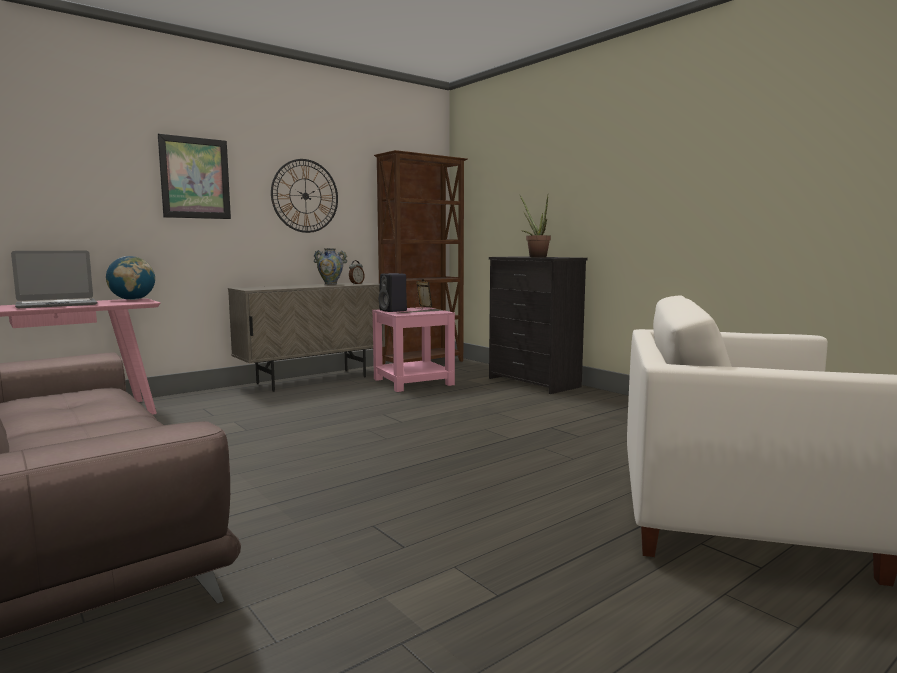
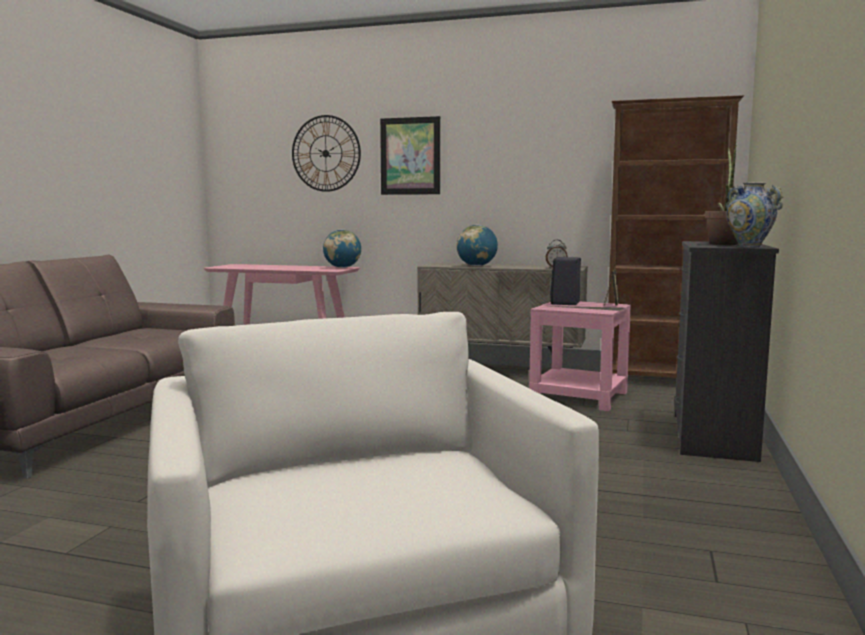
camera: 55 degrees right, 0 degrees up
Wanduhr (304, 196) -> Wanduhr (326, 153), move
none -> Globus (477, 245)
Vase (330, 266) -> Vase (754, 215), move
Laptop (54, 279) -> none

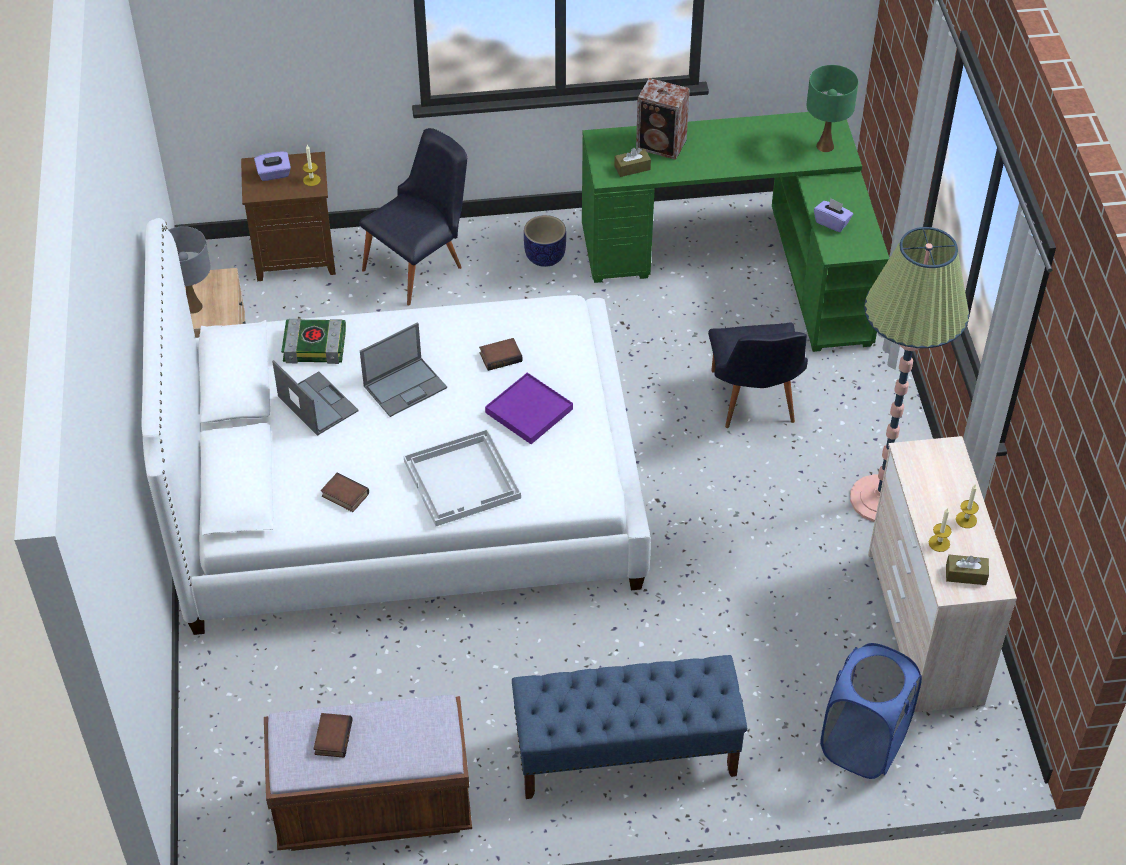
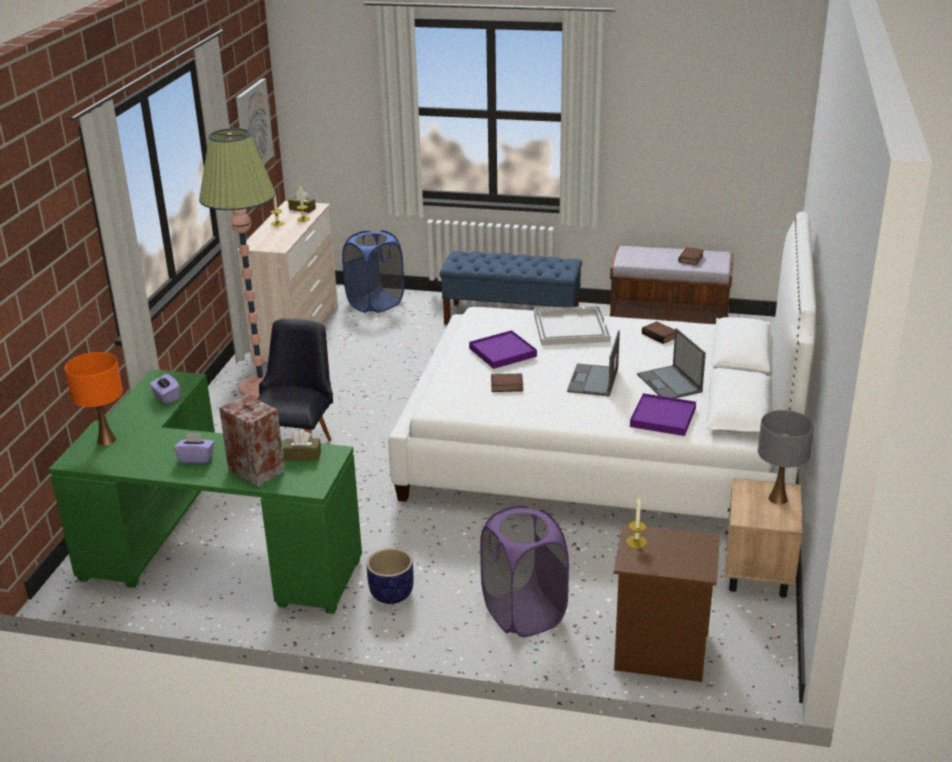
camera: 160 degrees left, 20 degrees down
Tischlampe [grün] (832, 108) -> Tischlampe [orange] (94, 399)
Taschentuchbox [lila] (272, 166) -> Taschentuchbox [lila] (194, 447), move
none -> Bild (255, 121)
Stuhl [schwarz] (413, 217) -> Wäschekorb [lila] (524, 571)
Laptop (403, 369) -> Laptop (593, 363), 60 degrees counterclockwise
Buch (313, 341) -> Tablett [lila] (663, 414)

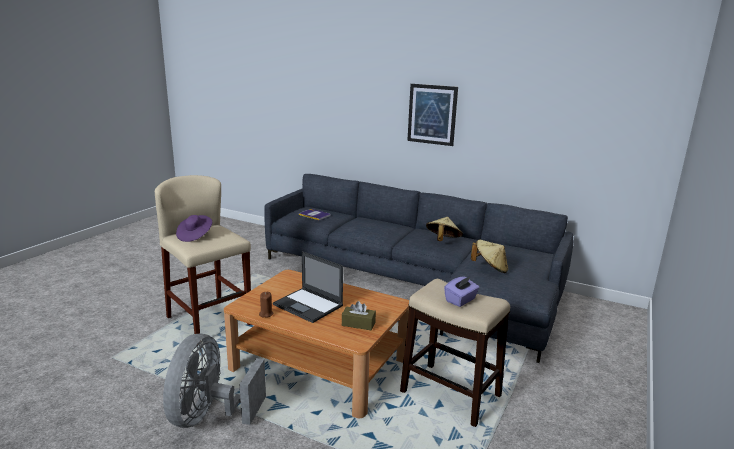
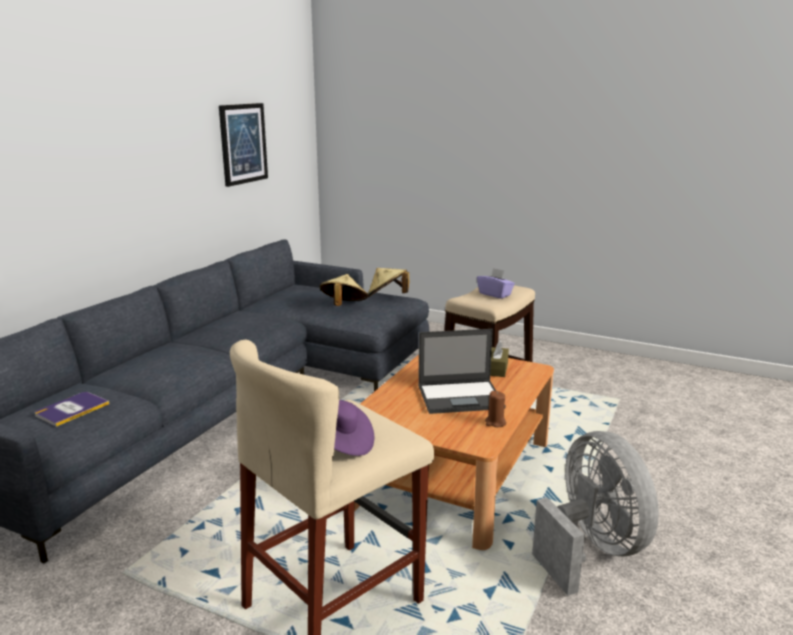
camera: 90 degrees left, 0 degrees up
Bild (432, 115) -> Bild (243, 145), move
Hut [beige] (444, 229) -> Hut [beige] (388, 282), move
Laptop (308, 287) -> Laptop (462, 371), 45 degrees clockwise
Ventilator [grau] (214, 381) -> Ventilator [grau] (595, 513), 120 degrees counterclockwise

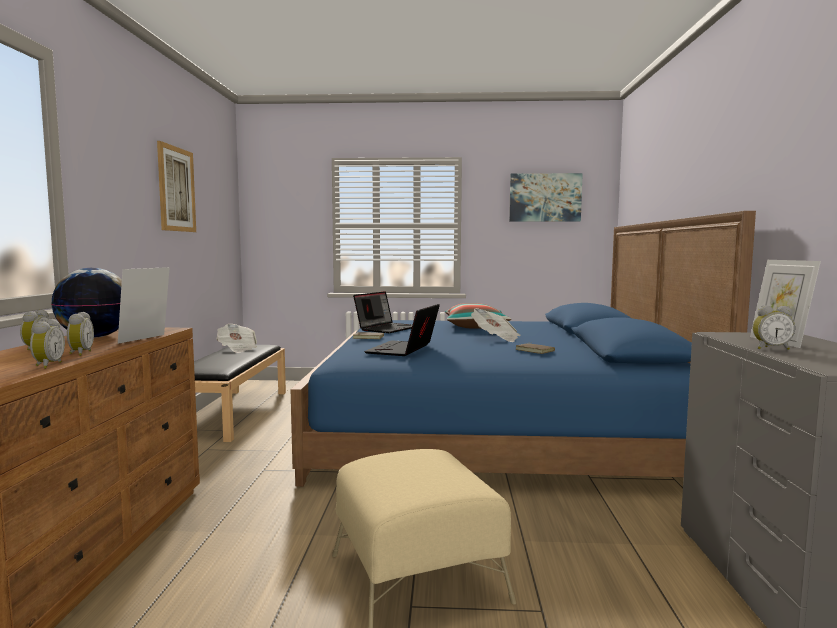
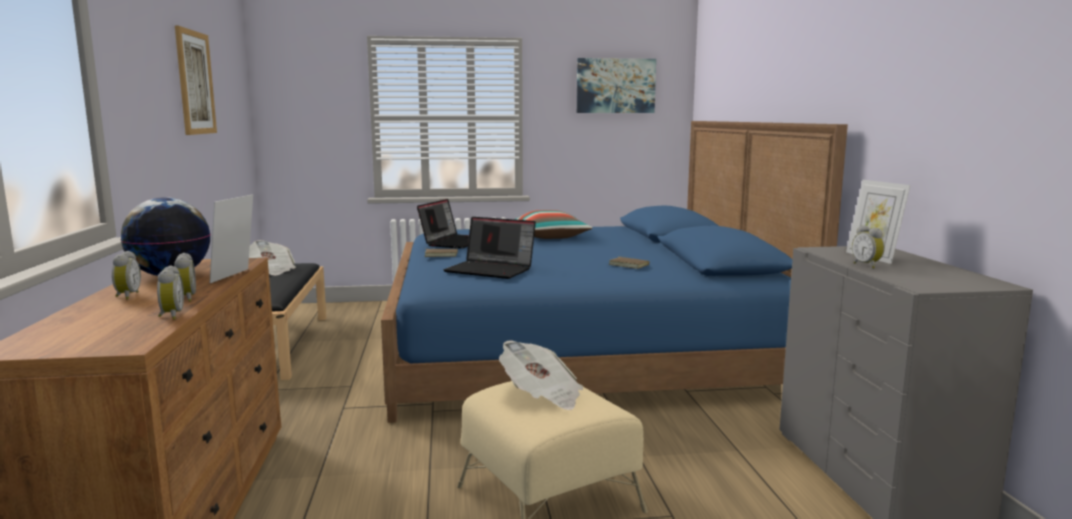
camera: 10 degrees left, 5 degrees up
Laptop (402, 330) -> Laptop (489, 248), 75 degrees counterclockwise
Zeitung (495, 325) -> Zeitung (541, 375), move
Wecker (774, 327) -> Wecker (868, 247), 75 degrees clockwise

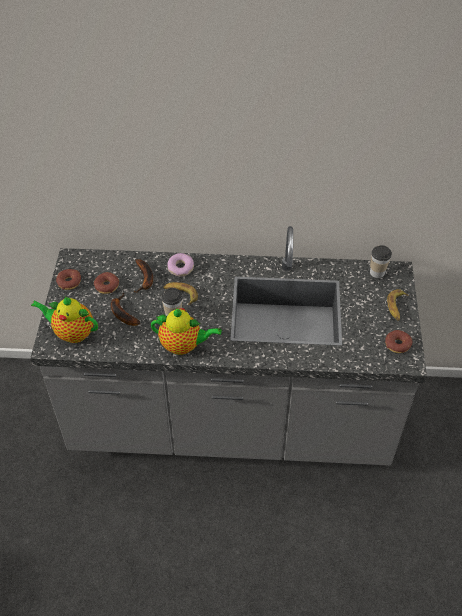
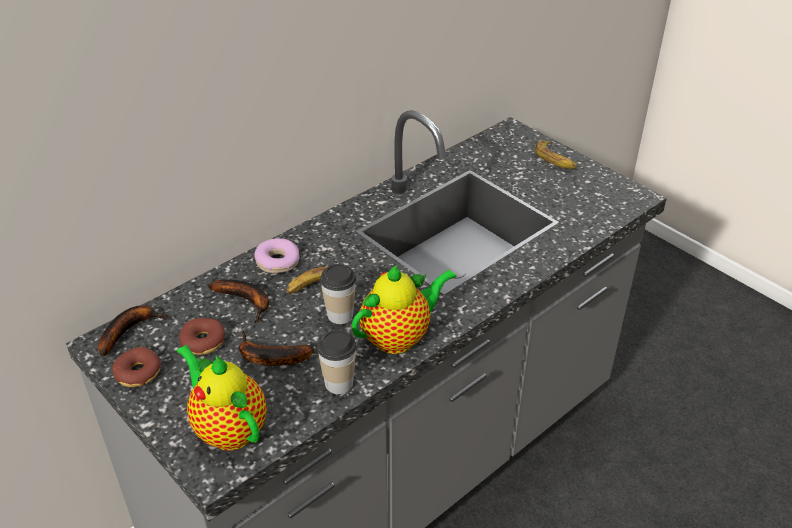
camera: 45 degrees left, 10 degrees down
none -> Banane (133, 330)
Teekanne (64, 320) -> Teekanne (221, 397), 75 degrees clockwise
Tasse (381, 261) -> Tasse (336, 362), move
Donut (398, 341) -> none

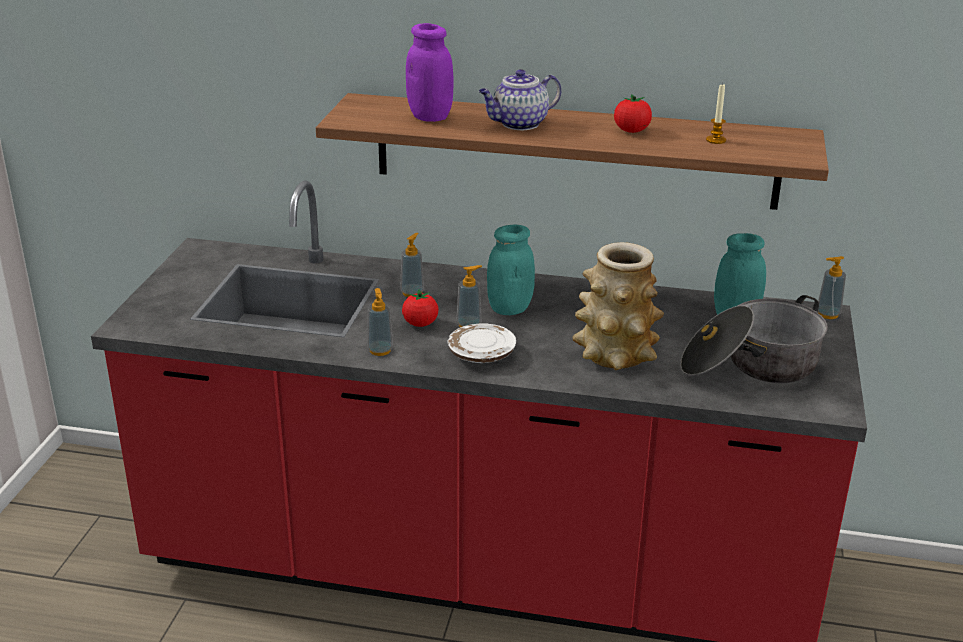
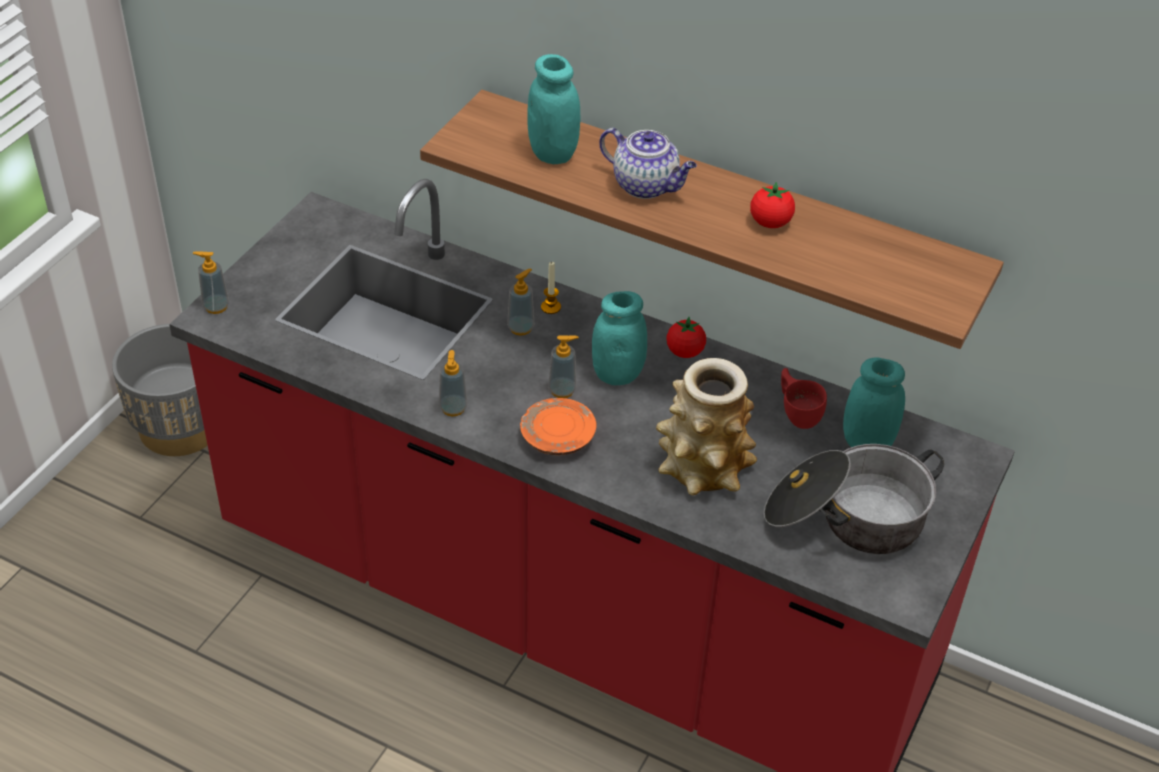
camera: 15 degrees right, 15 degrees up
none -> Pflanzkübel [grau] (160, 390)
Seifenspender (832, 287) -> Seifenspender (211, 282), move
Teller [weiß] (481, 343) -> Teller [orange] (558, 426)
Vorratsglas [lila] (429, 72) -> Vorratsglas [türkis] (553, 109)
Kerze (716, 113) -> Kerze (551, 288), move
Teekanne (520, 100) -> Teekanne (648, 163), 135 degrees counterclockwise
Tomate (420, 308) -> Tomate (686, 337), move
none -> Tasse [rot] (804, 398)

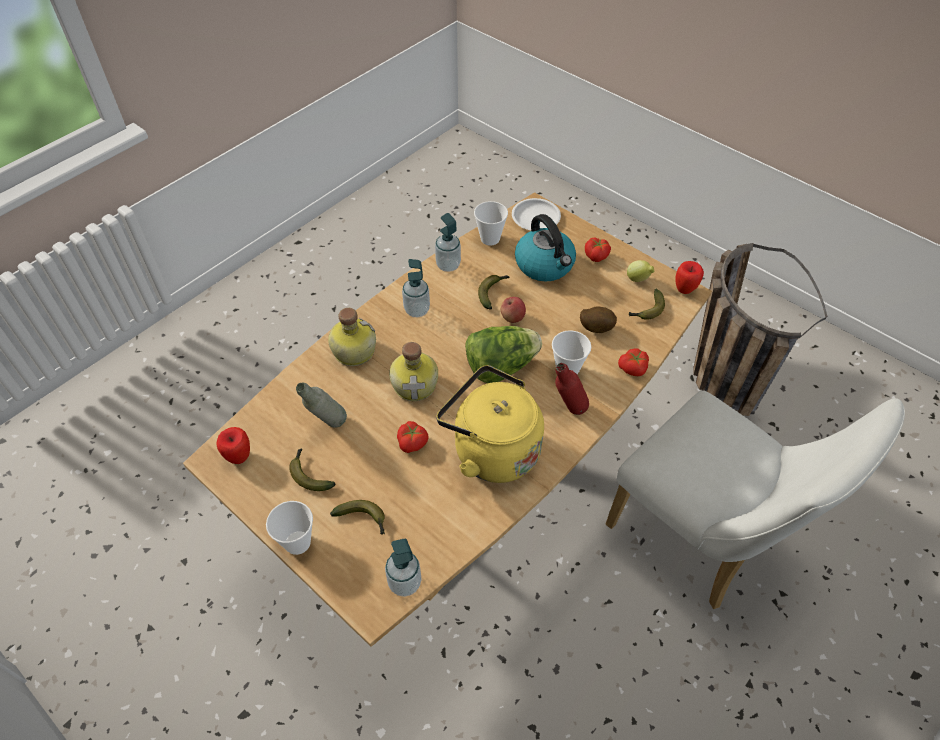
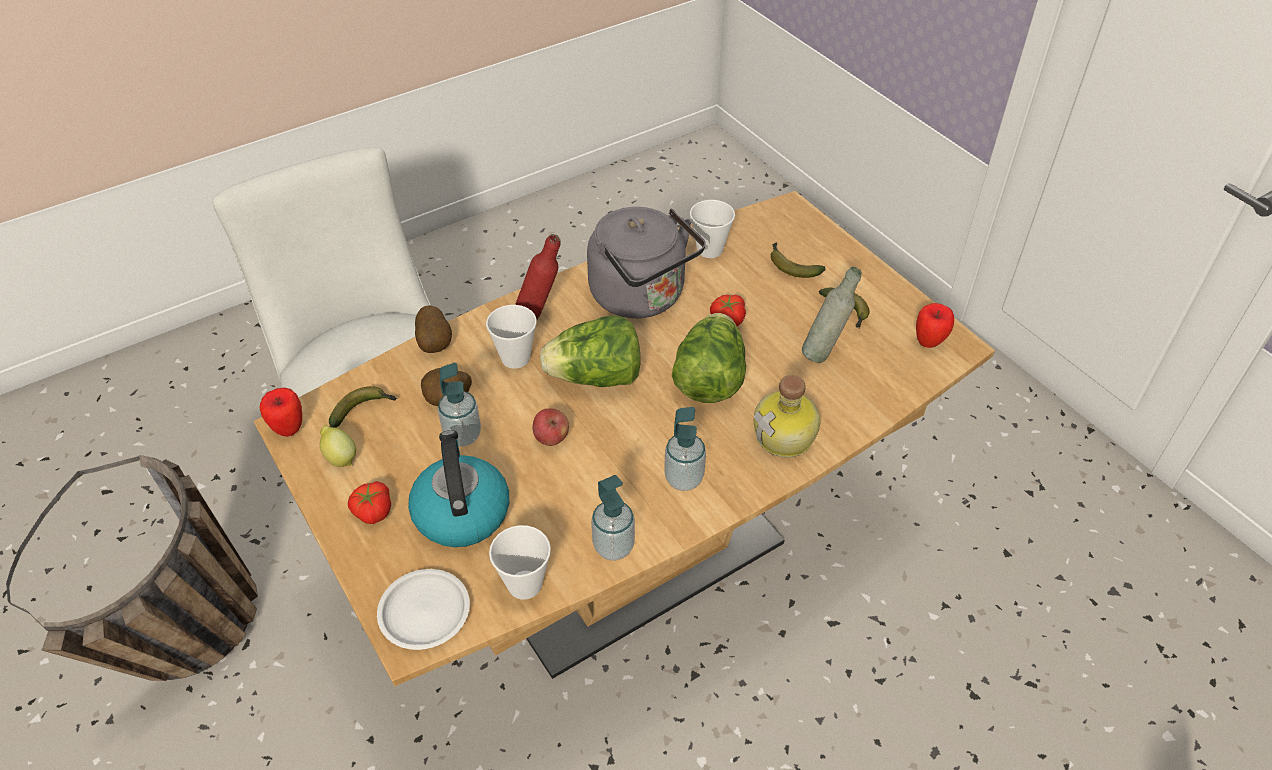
camera: 165 degrees left, 5 degrees down
Tomate (633, 362) -> Kartoffel (433, 329)
Seifenspender (403, 568) -> Seifenspender (459, 405), move
Wasserkessel [gelb] (490, 424) -> Wasserkessel [grau] (646, 262)
Flasche (413, 371) -> Salatkopf (709, 358)
Tasse (289, 528) -> Tasse (712, 229), move
Banane (493, 292) -> none

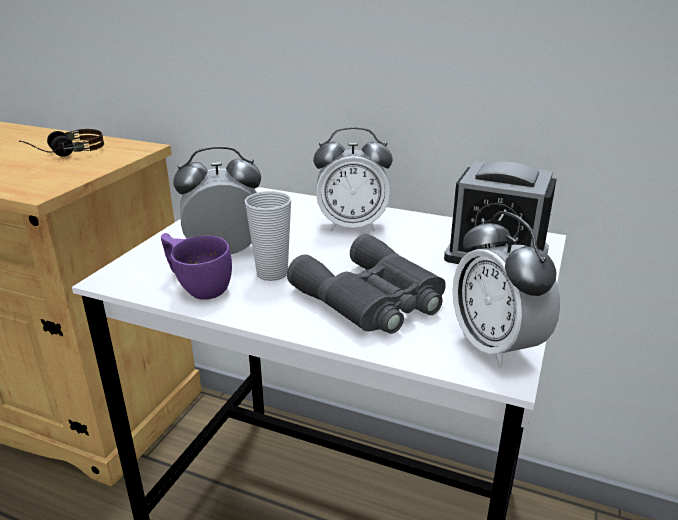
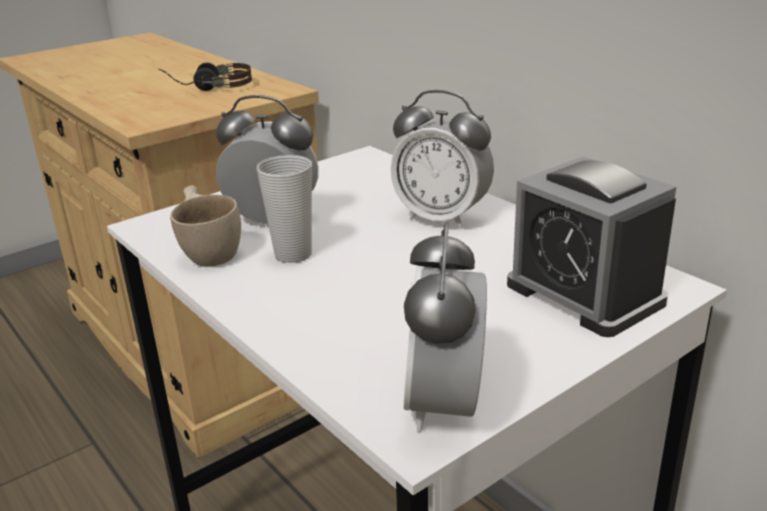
camera: 30 degrees right, 0 degrees up
Tasse [lila] (196, 266) -> Tasse [beige] (205, 226)
Fernglas [grau] (366, 284) -> none

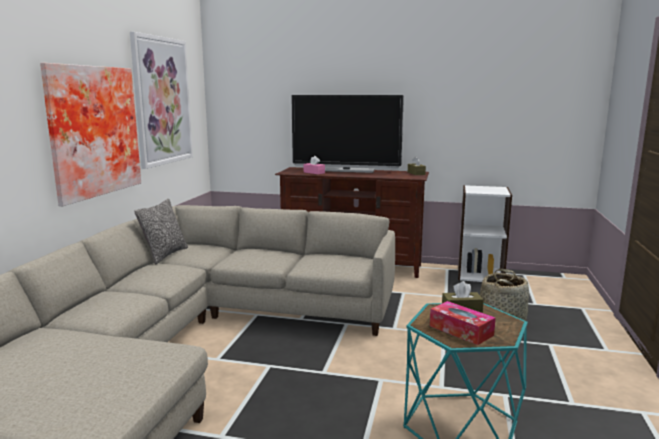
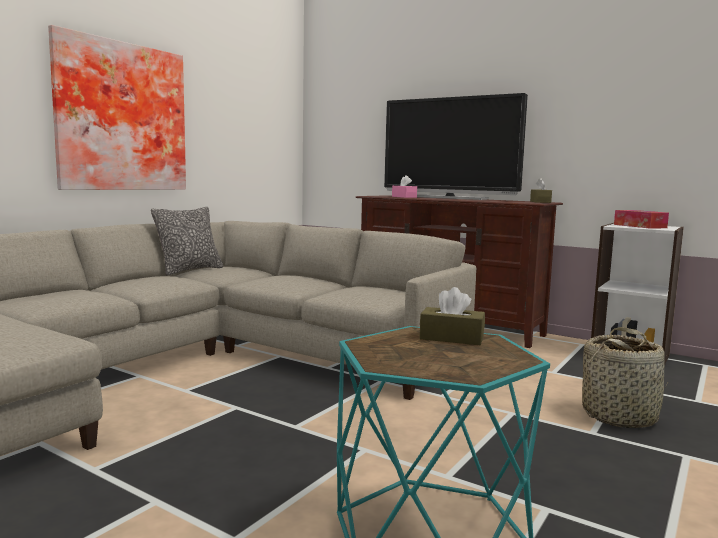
camera: 20 degrees right, 5 degrees down
Taschentuchbox (463, 323) -> Taschentuchbox (641, 219), move
Bild (161, 100) -> none

